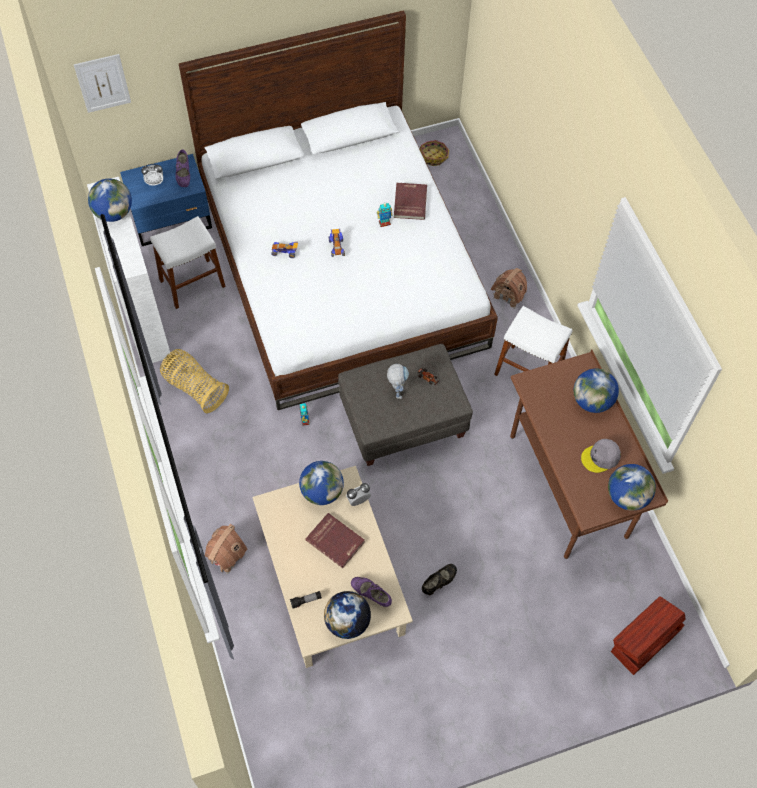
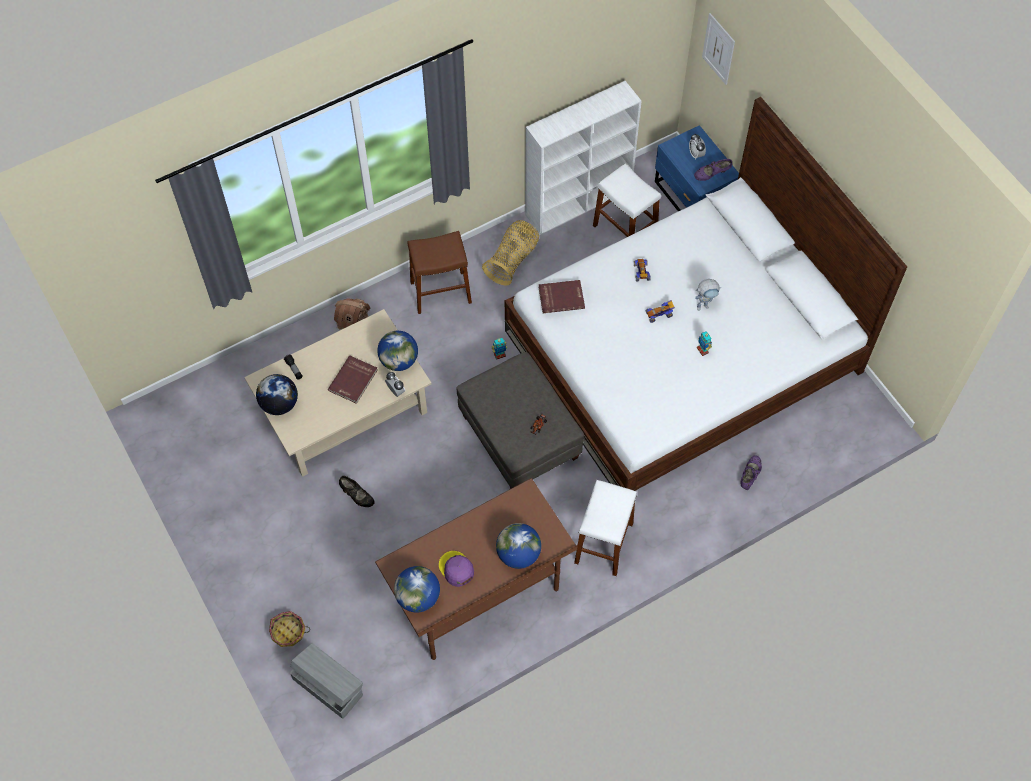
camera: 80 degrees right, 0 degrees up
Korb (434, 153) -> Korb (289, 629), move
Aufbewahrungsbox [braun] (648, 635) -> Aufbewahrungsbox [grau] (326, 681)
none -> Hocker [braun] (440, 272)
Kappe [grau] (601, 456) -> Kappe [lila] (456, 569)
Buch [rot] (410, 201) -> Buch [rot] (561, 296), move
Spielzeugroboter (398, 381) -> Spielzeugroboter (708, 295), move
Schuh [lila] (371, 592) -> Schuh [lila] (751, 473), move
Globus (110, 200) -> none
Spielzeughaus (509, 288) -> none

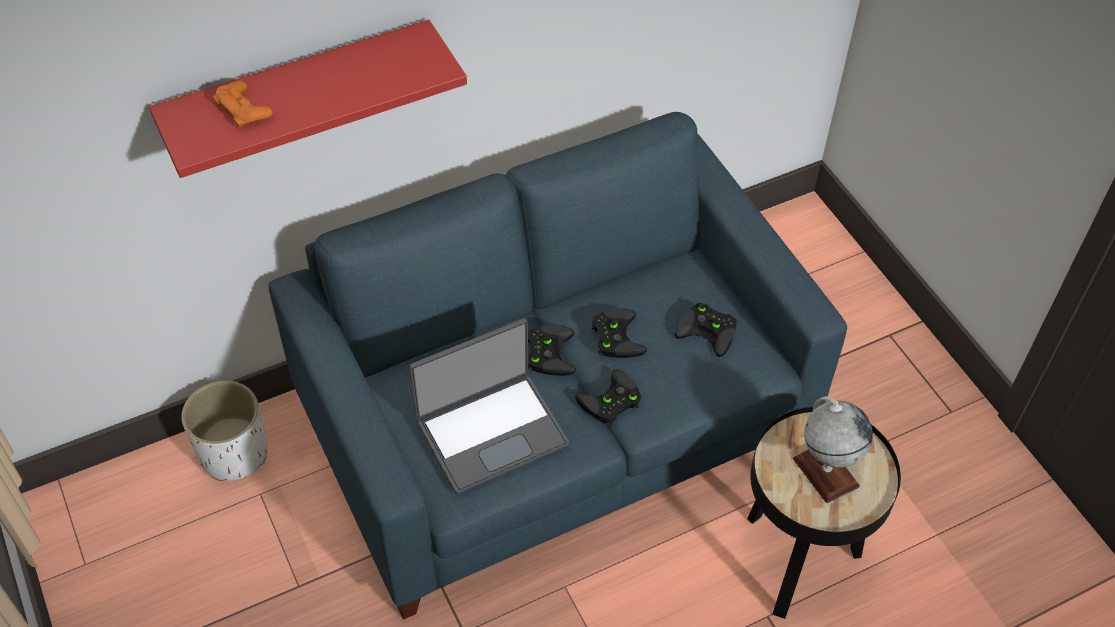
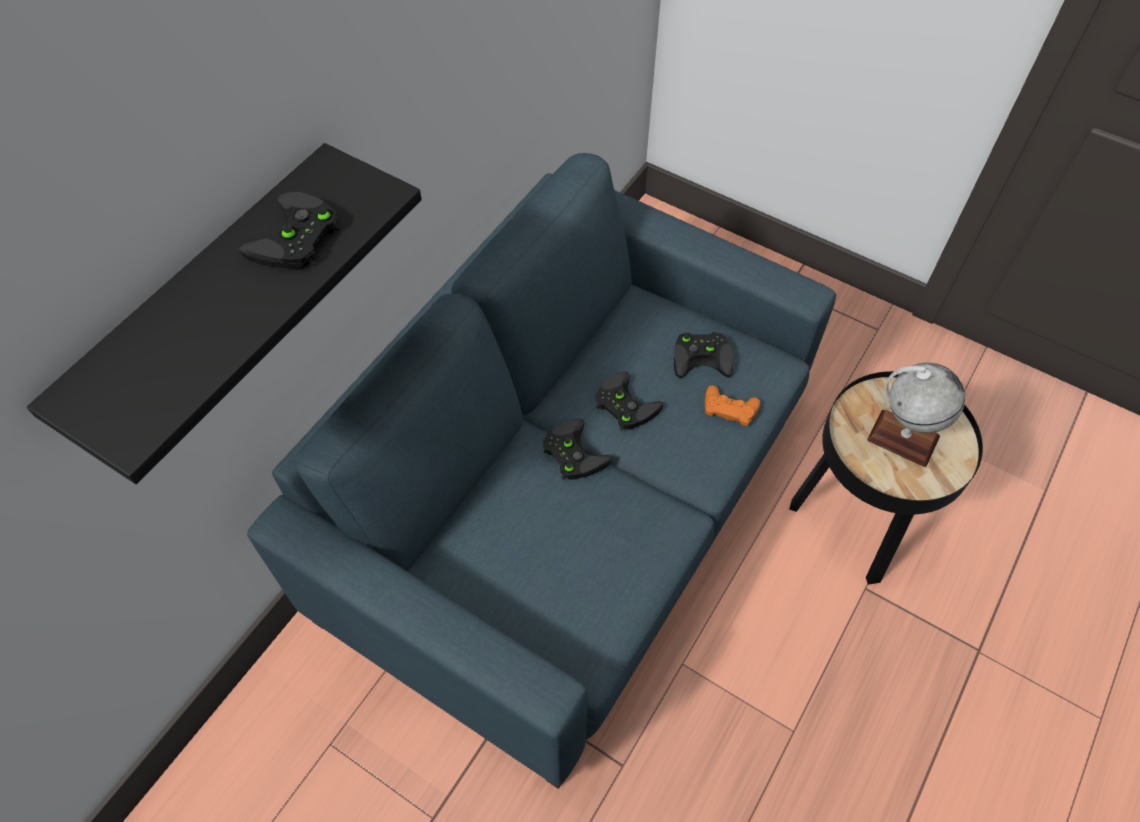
camera: 30 degrees left, 5 degrees up
Wandregal [rot] (308, 98) -> Wandregal [schwarz] (224, 313)
Gamepad [schwarz] (608, 397) -> Gamepad [schwarz] (290, 230), move
Gamepad [orange] (242, 104) -> Gamepad [orange] (733, 405), move
Pflanzkübel [weiß] (224, 430) -> none
Laptop (489, 406) -> none

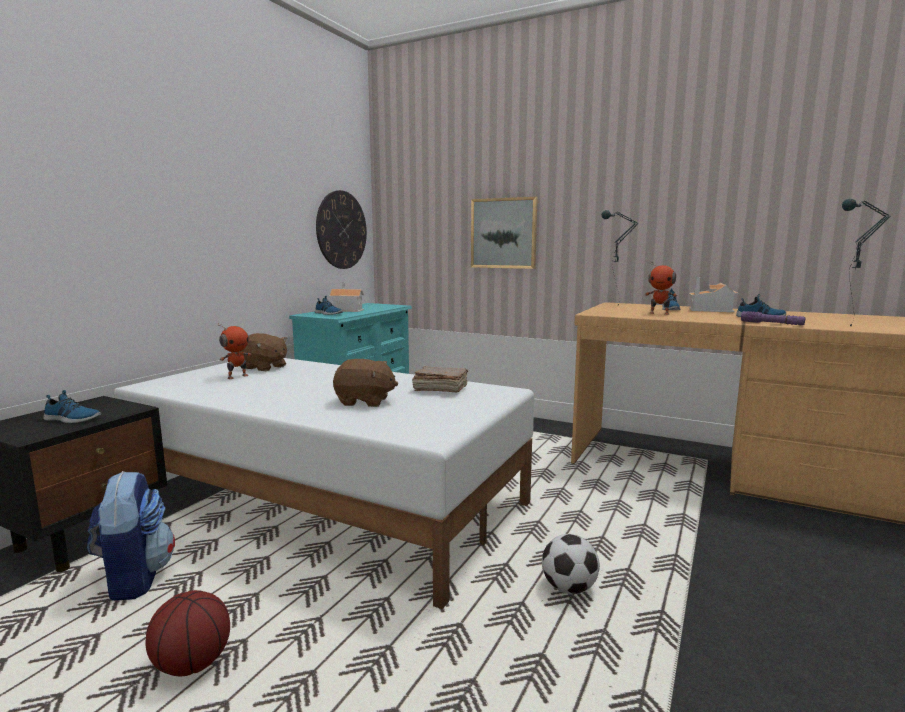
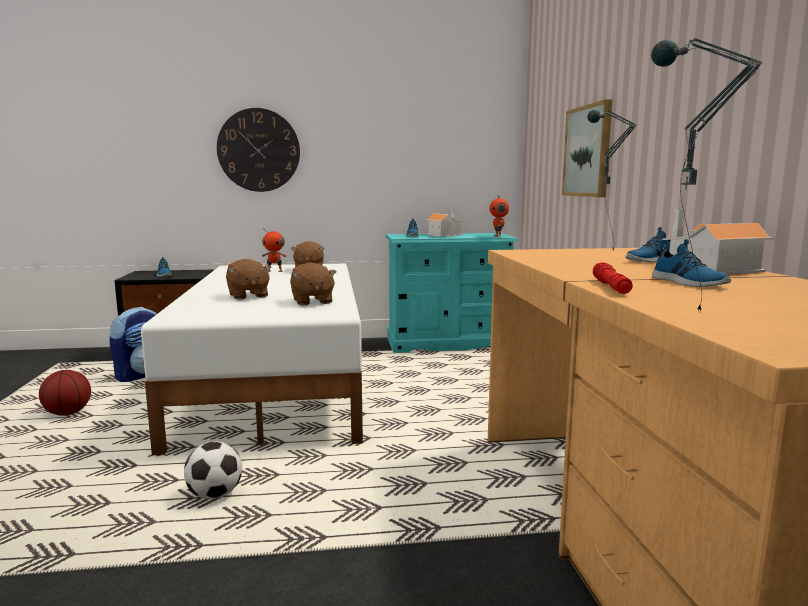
camera: 55 degrees right, 0 degrees up
Wanduhr (341, 229) -> Wanduhr (258, 150), move
Buch [braun] (440, 379) -> Plüschtier [braun] (313, 284)
Spielzeugroboter (661, 288) -> Spielzeugroboter (499, 216), move
Taschenlampe [lila] (773, 318) -> Taschenlampe [rot] (613, 278)

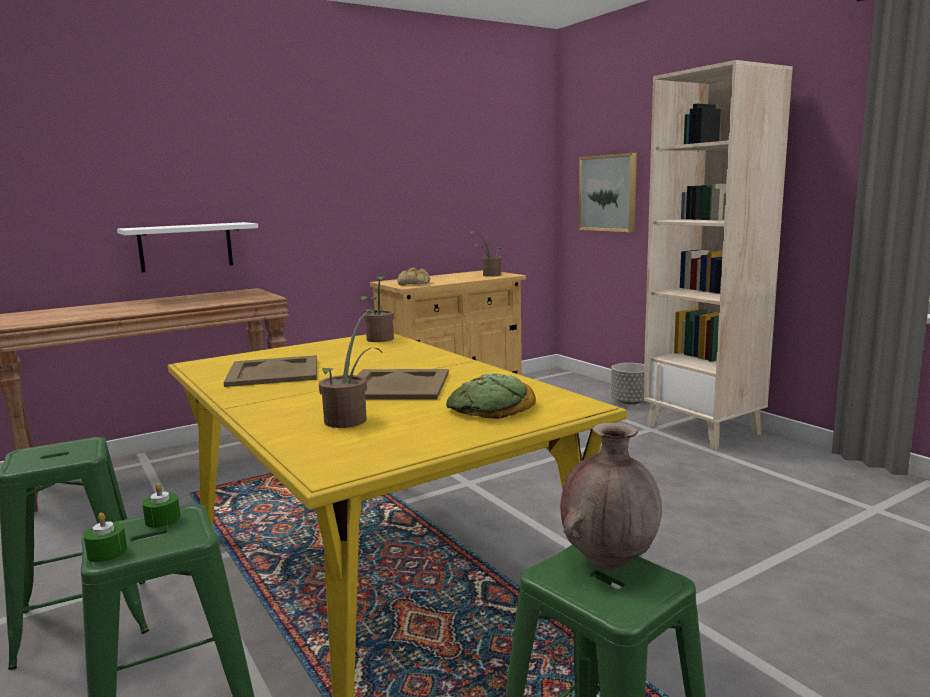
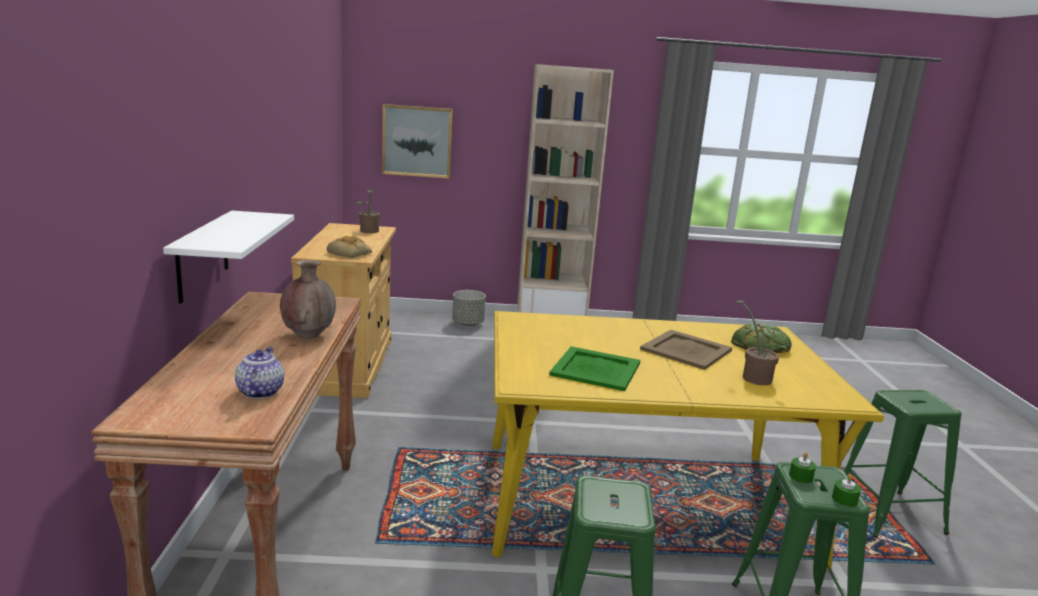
camera: 60 degrees left, 5 degrees up
none -> Teekanne (259, 373)
Vase [braun] (611, 496) -> Vase [braun] (308, 299), move
Tablett [beige] (270, 371) -> Tablett [grün] (594, 368)
Topfpflanze (377, 309) -> none

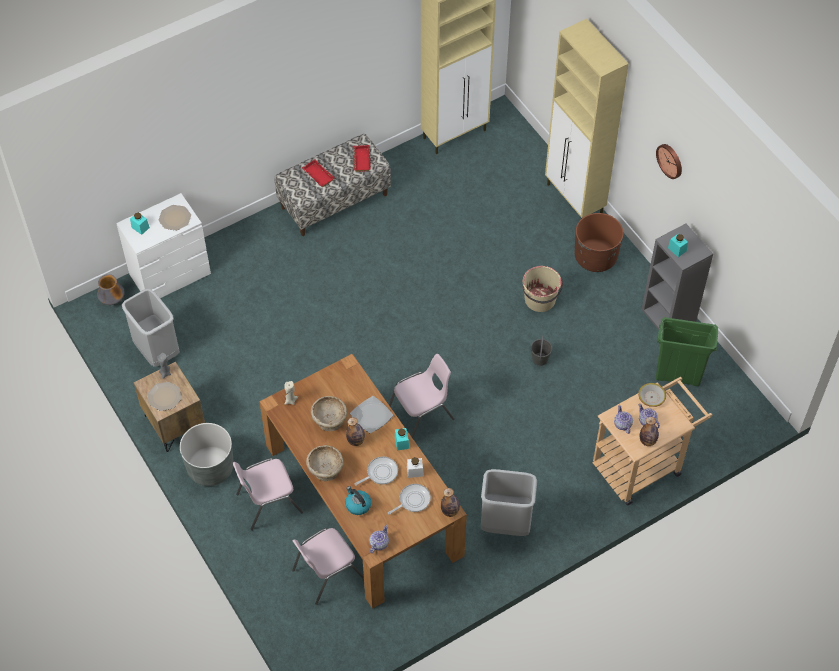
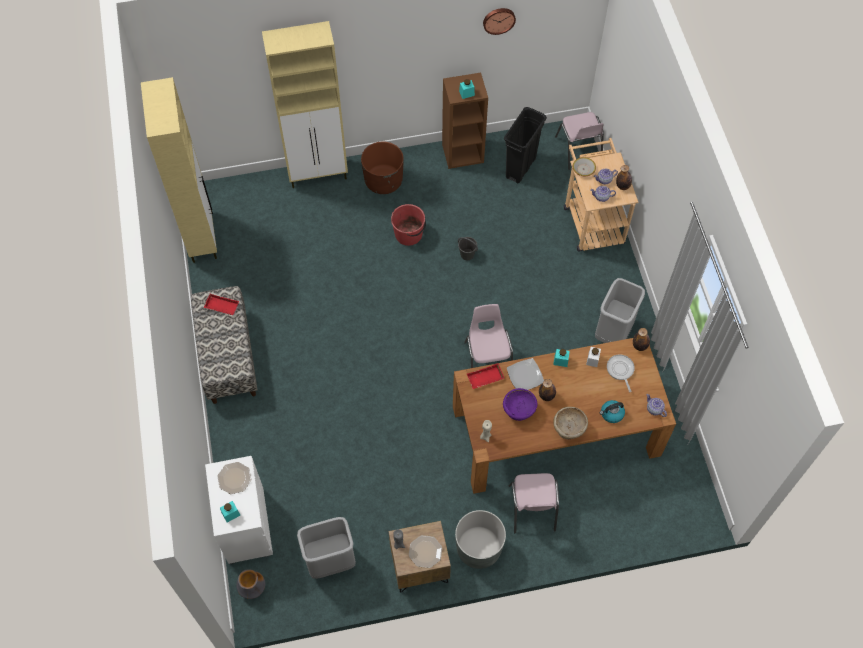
camera: 70 degrees left, 5 degrees up
Eimer [beige] (543, 289) -> Eimer [rot] (408, 225)
Bücherregal [grau] (677, 277) -> Bücherregal [braun] (465, 121)
Tablett [rot] (318, 173) -> Tablett [rot] (485, 376), move
Wanduhr (669, 161) -> Wanduhr (499, 21), move
Schüssel [beige] (329, 413) -> Schüssel [lila] (520, 404)
Mülleimer [grün] (686, 351) -> Mülleimer [schwarz] (525, 145)
Stuhl [rosa] (328, 566) -> Stuhl [rosa] (579, 141), move
Pfanne (376, 470) -> none

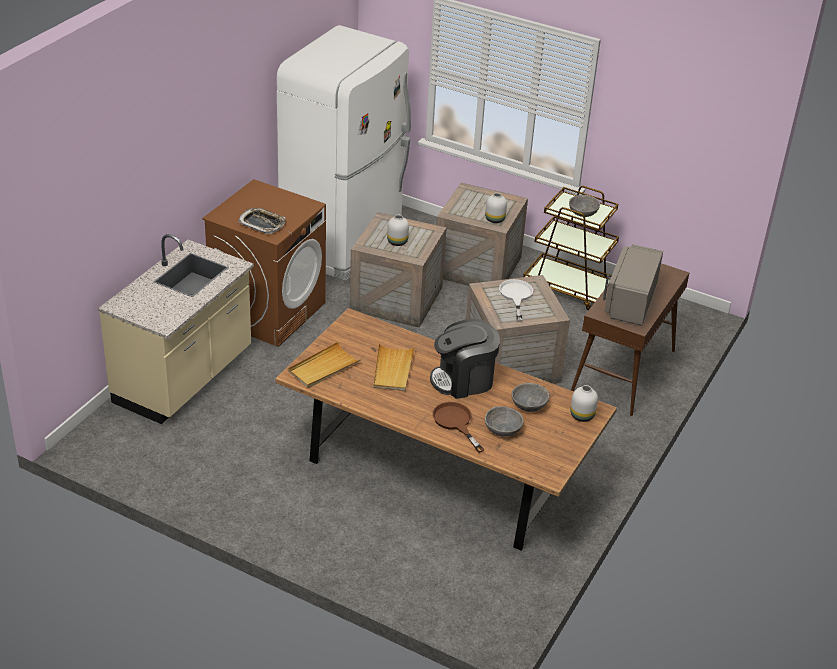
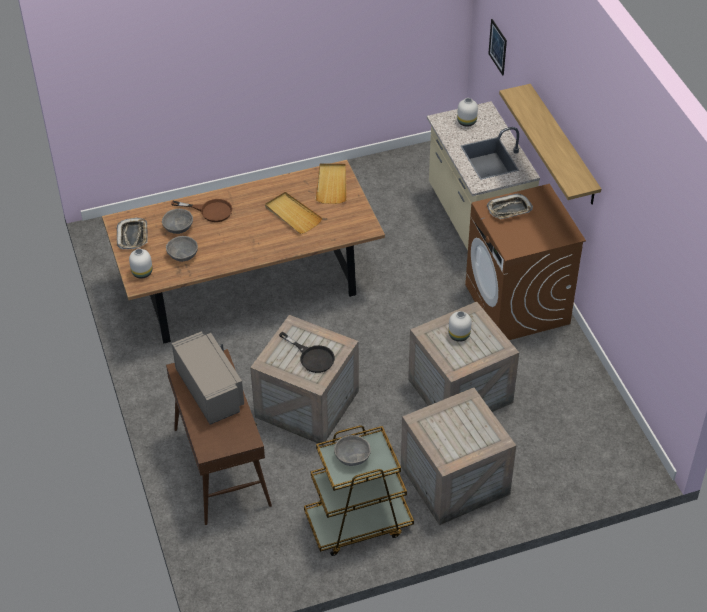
camera: 135 degrees right, 10 degrees up
none -> Tablett (132, 233)
Pfanne [weiß] (516, 300) -> Pfanne [schwarz] (307, 352)
Vase [weiß] (496, 208) -> Vase [weiß] (467, 112), move
none -> Bild (497, 47)
none -> Wandregal (550, 144)
Kühlschrank [weiß] (344, 153) -> none
Kaffeemaschine (465, 359) -> none

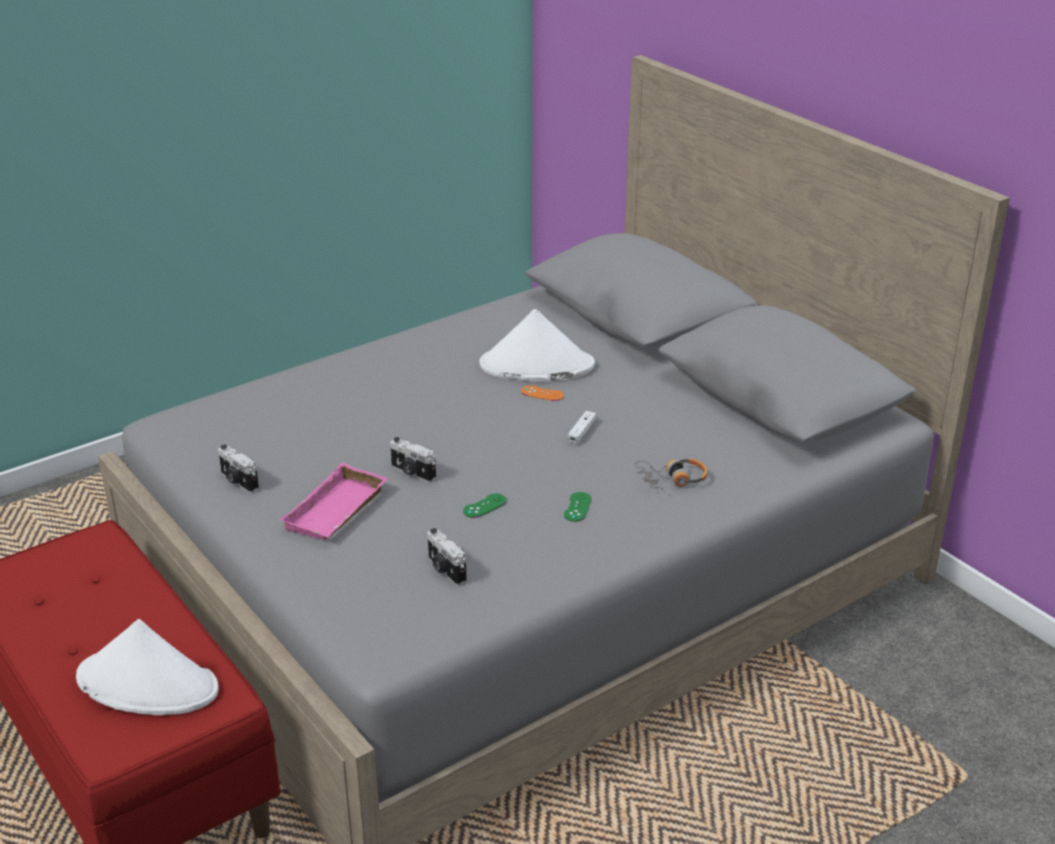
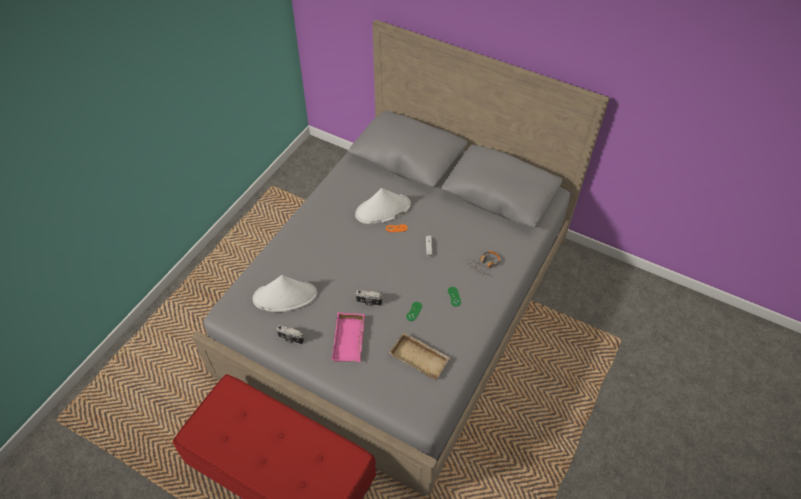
camera: 25 degrees left, 20 degrees up
Hut [weiß] (147, 667) -> Hut [weiß] (285, 293), move
Kamera (447, 557) -> Tablett [beige] (419, 356)

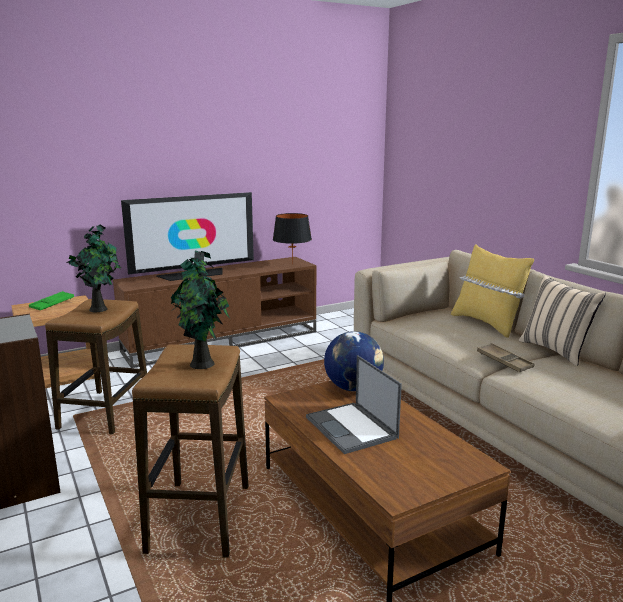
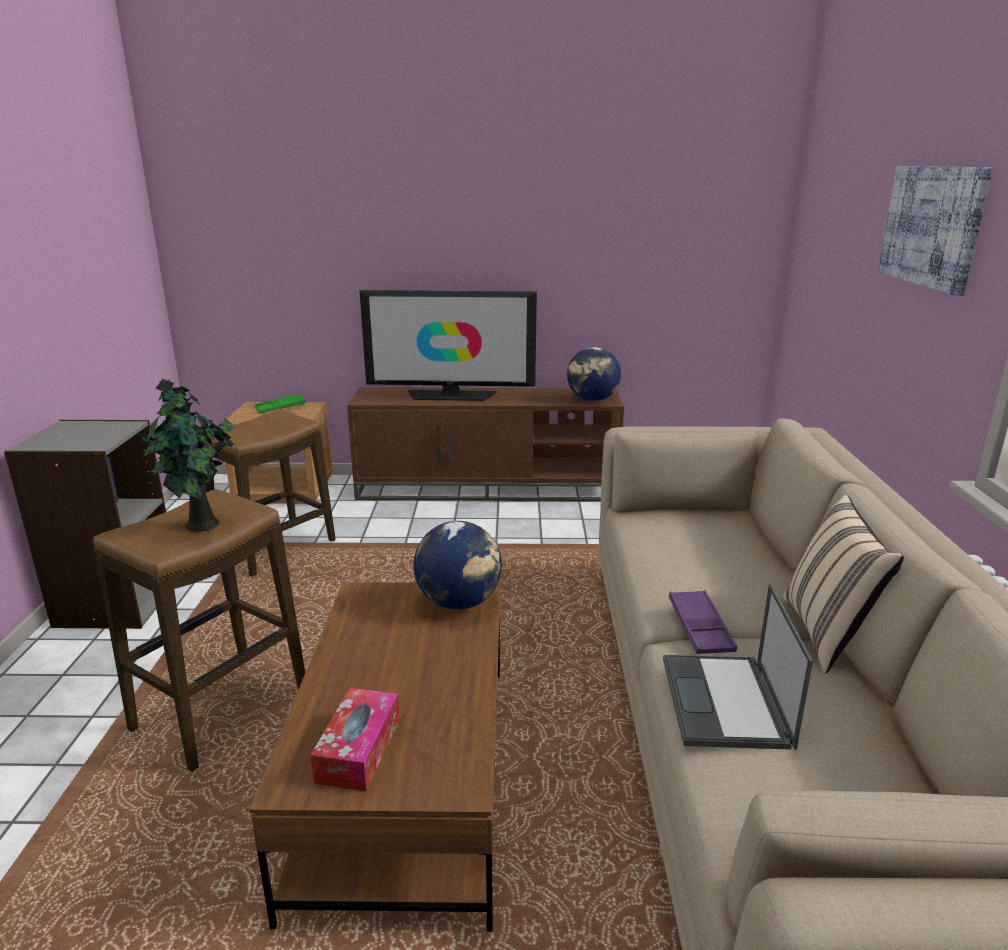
camera: 30 degrees right, 5 degrees up
none -> Taschentuchbox (355, 739)
Tischlampe [schwarz] (292, 239) -> Globus (594, 374)
Laptop (354, 404) -> Laptop (738, 667), move
Tablett [braun] (506, 357) -> Tablett [lila] (703, 622)
none -> Bild (935, 231)
Topfpflanze (93, 268) -> none
Kissen [gelb] (492, 291) -> none

